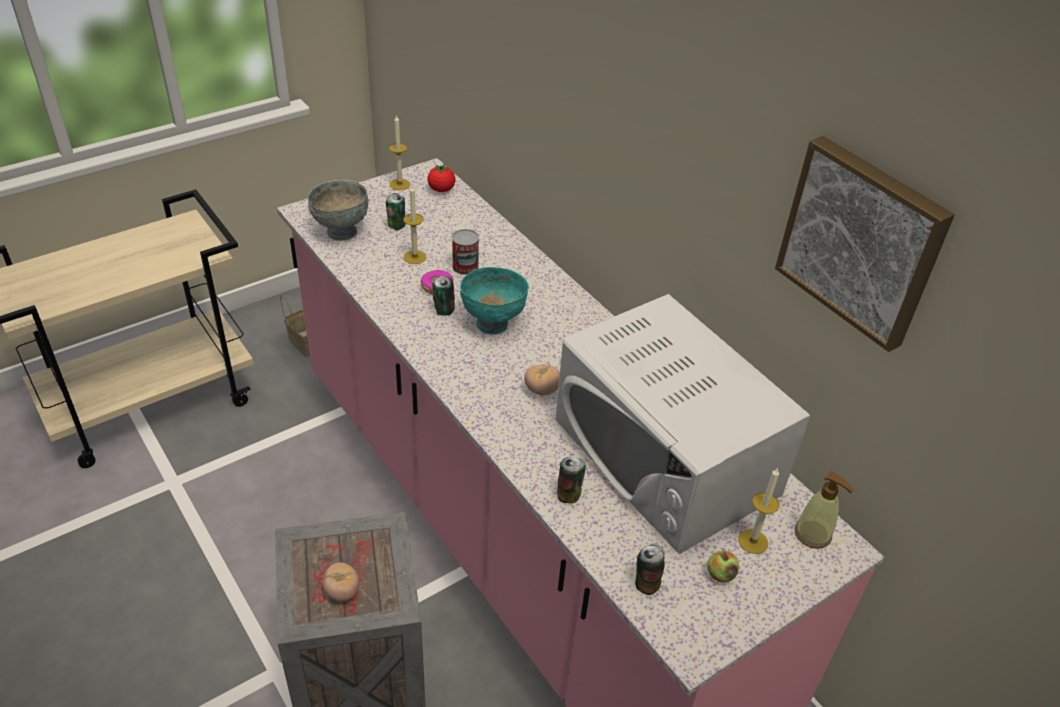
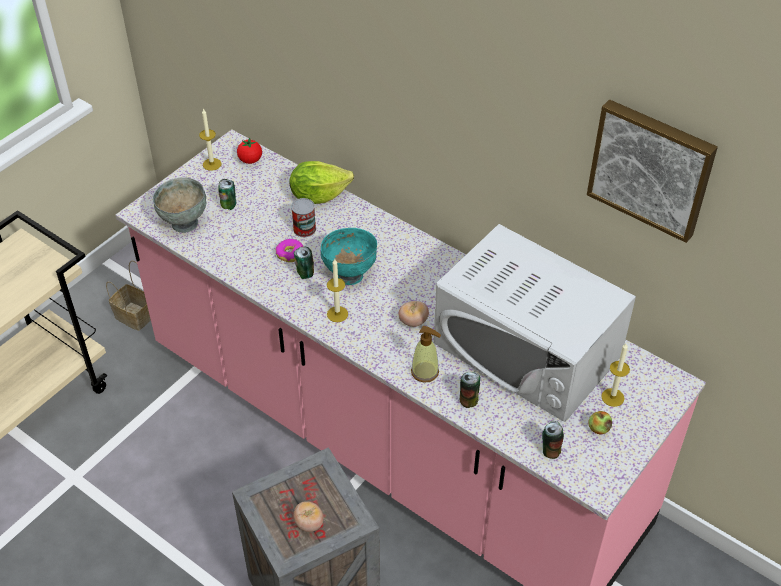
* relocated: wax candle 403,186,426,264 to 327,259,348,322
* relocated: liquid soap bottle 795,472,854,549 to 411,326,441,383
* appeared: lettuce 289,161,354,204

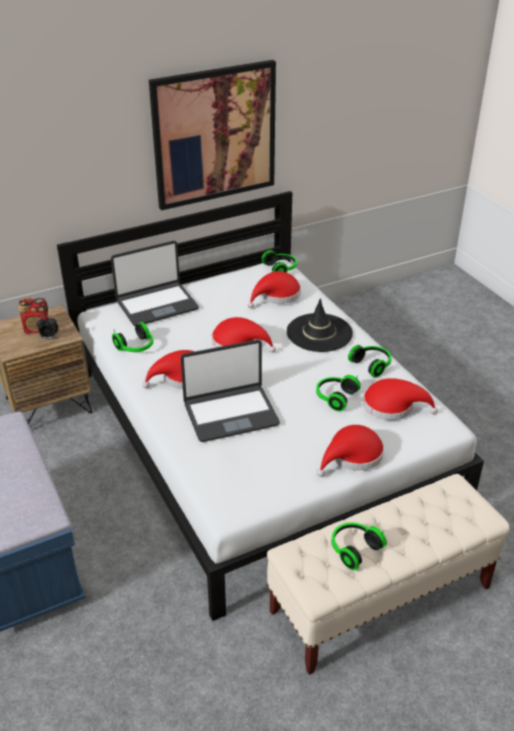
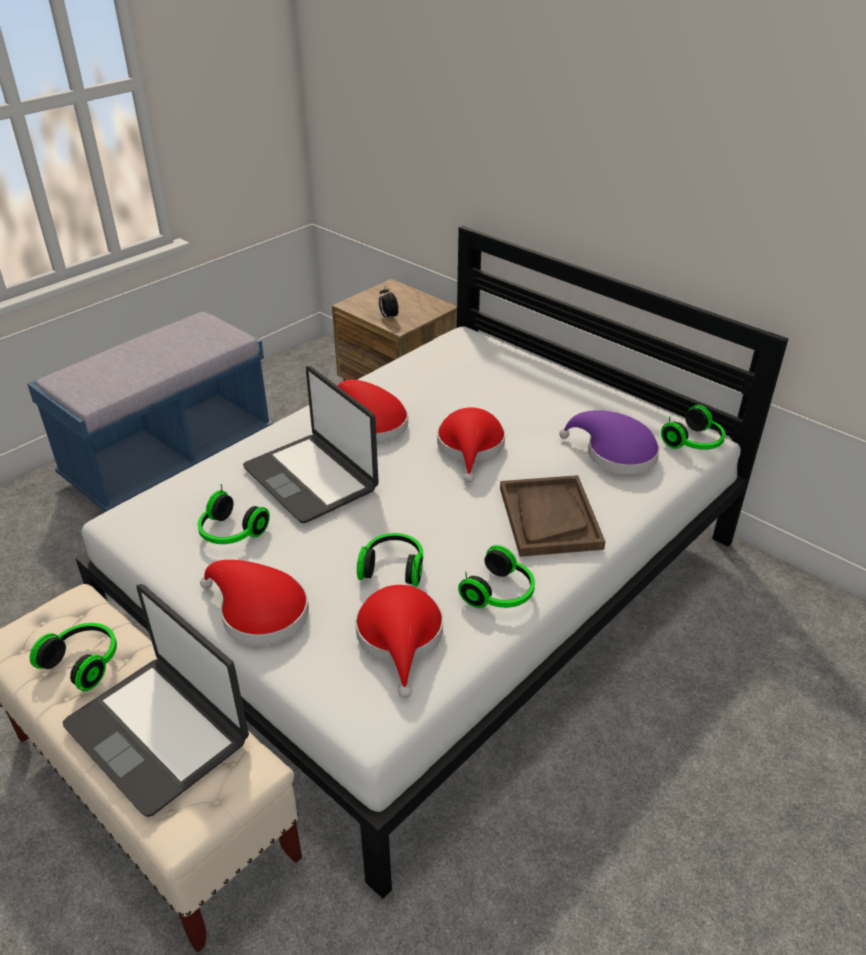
* missing: radio set 18,297,49,334
* relocated: laptop 111,241,199,326 to 63,584,249,817
* relocated: pair of headphones 112,322,153,352 to 198,484,270,544
* missing: wall art 149,60,276,210
* colour: wearable hat/red-coloured 248,271,301,308 to wearable hat/purplish 559,410,660,474
* exchanged: wearable hat/blackish 287,298,353,352 to carrying tray/brownish 500,475,606,557

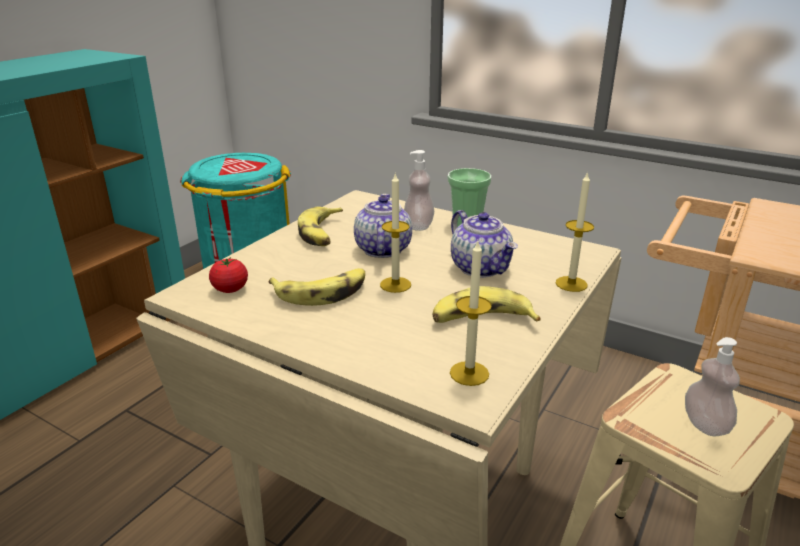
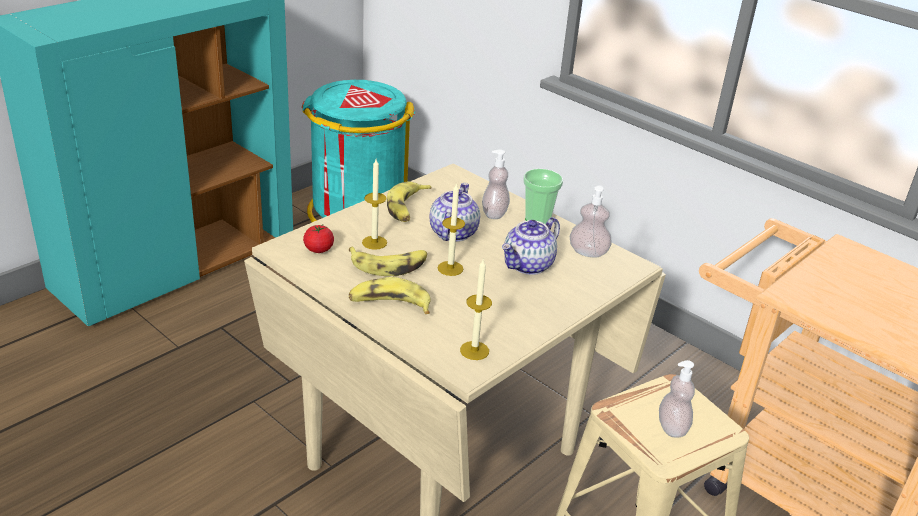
* relocated: banana 433,286,541,323 to 349,277,431,314
* spun: tea pot 451,210,518,278 = 502,217,560,275 60 degrees clockwise
* relocated: wax candle 556,172,594,292 to 362,159,387,250
* appeared: liquid soap bottle 570,185,612,258

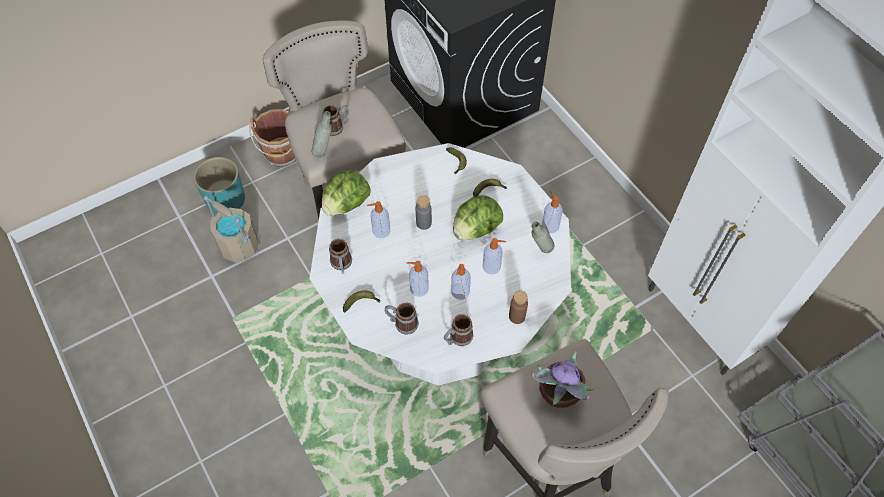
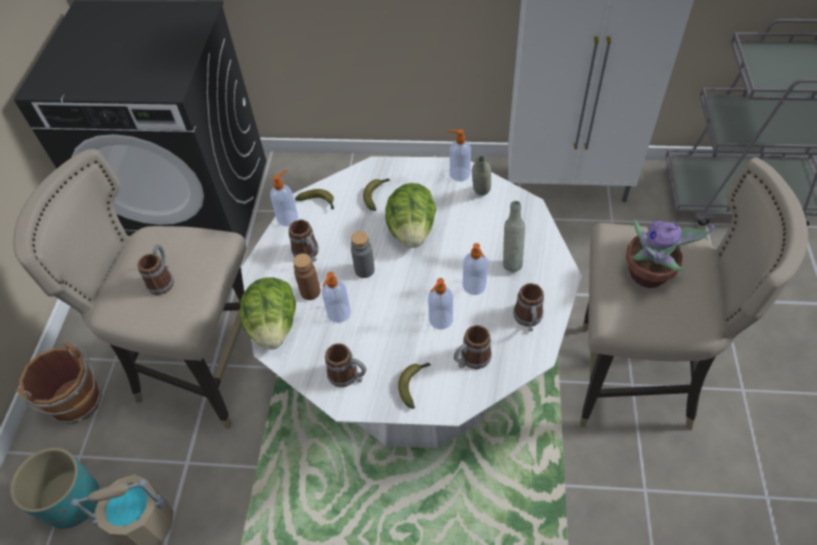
* relocated: bottle/grey 312,111,332,158 to 503,201,525,271
* relocated: liquid soap bottle 483,238,506,275 to 270,170,298,226
* relocated: bottle/brownish 509,291,528,324 to 293,253,321,300
* appeared: tea mug 288,220,318,262

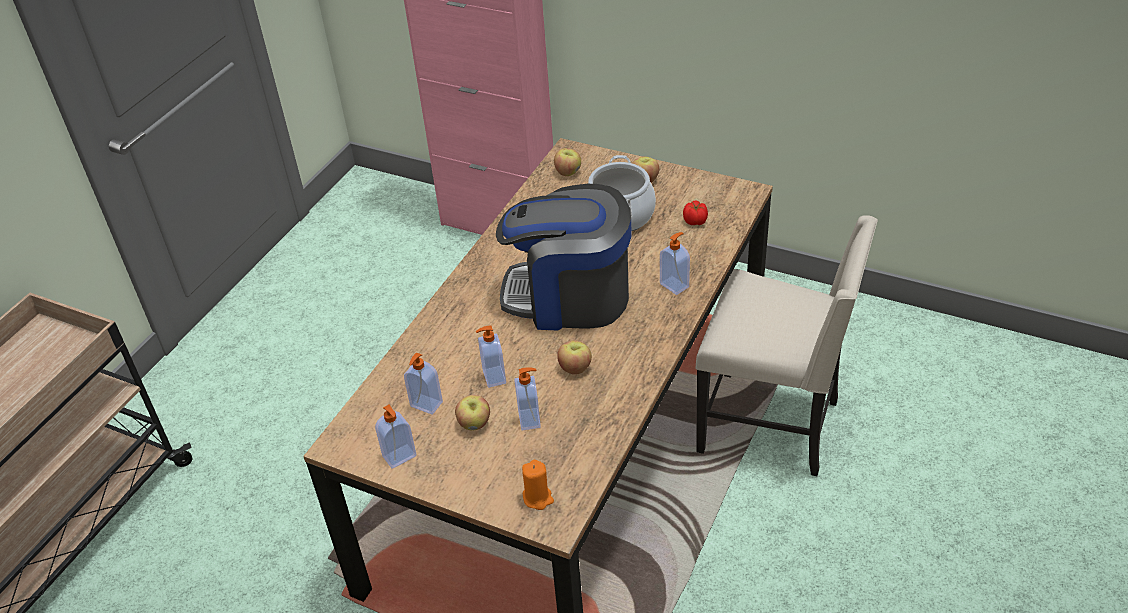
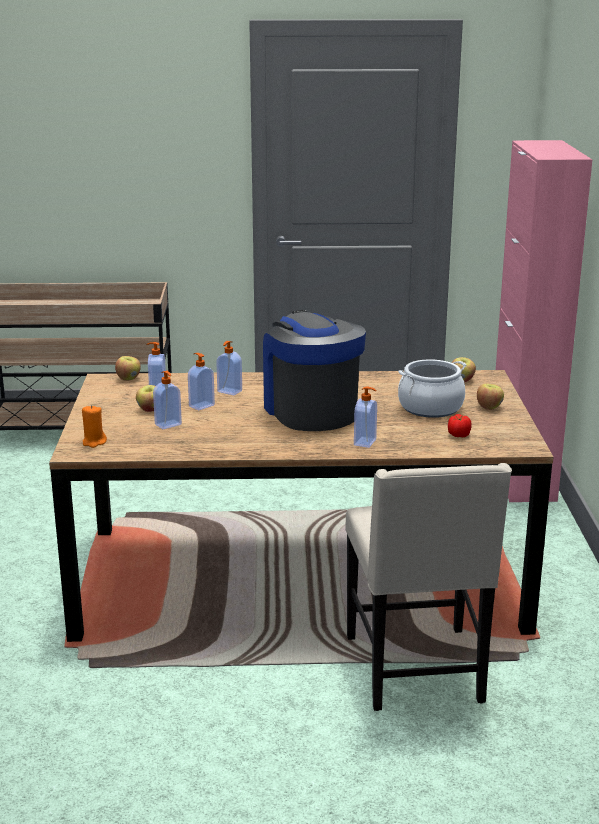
* relocated: liquid soap bottle 375,404,416,469 to 216,341,242,395
* relocated: apple fruit 557,341,592,375 to 115,356,141,381

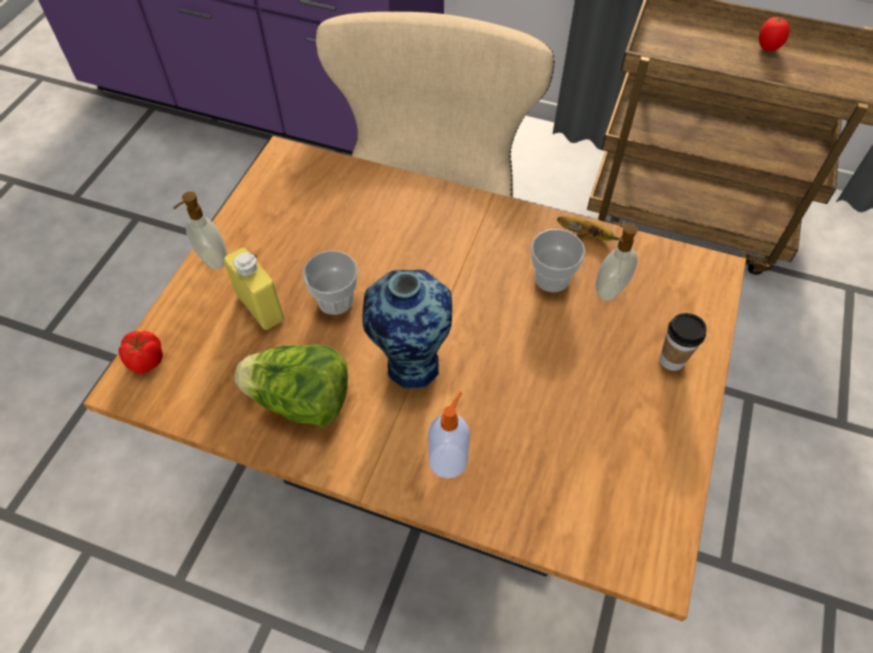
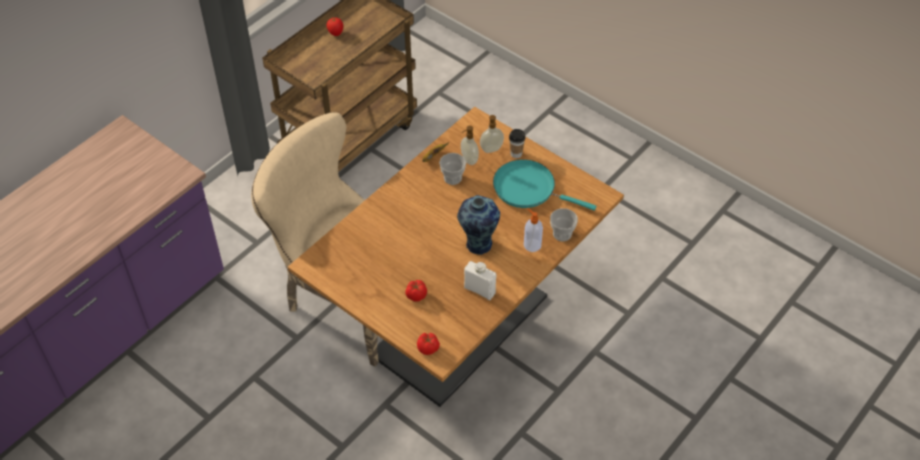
* relocated: liquid soap bottle 174,191,227,269 to 480,115,504,153
* exchanged: bottle/yellowish 224,247,284,330 to whole tomato 405,280,427,302
* exchanged: lettuce 235,344,348,427 to bottle/white 464,261,496,300
* relocated: cup 302,250,358,315 to 550,208,578,241
* appeared: skillet/blue-green 493,160,596,211

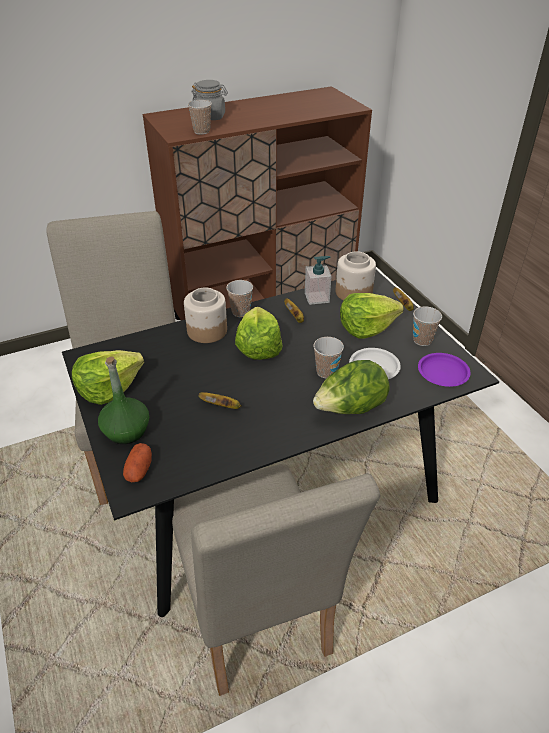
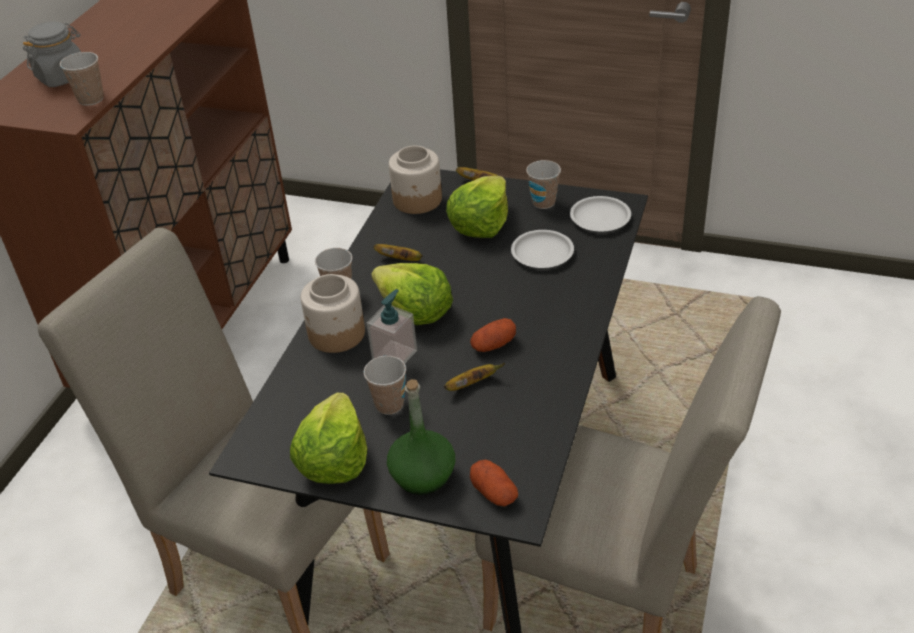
* relocated: liquid soap bottle 305,256,331,305 to 367,289,417,363
* relocated: cup 313,337,344,378 to 364,356,406,415
* missing: lettuce 313,360,389,414
* colour: flat dish/purplish 418,353,471,387 to flat dish/white 570,196,631,232
* appeared: spud 470,318,516,352

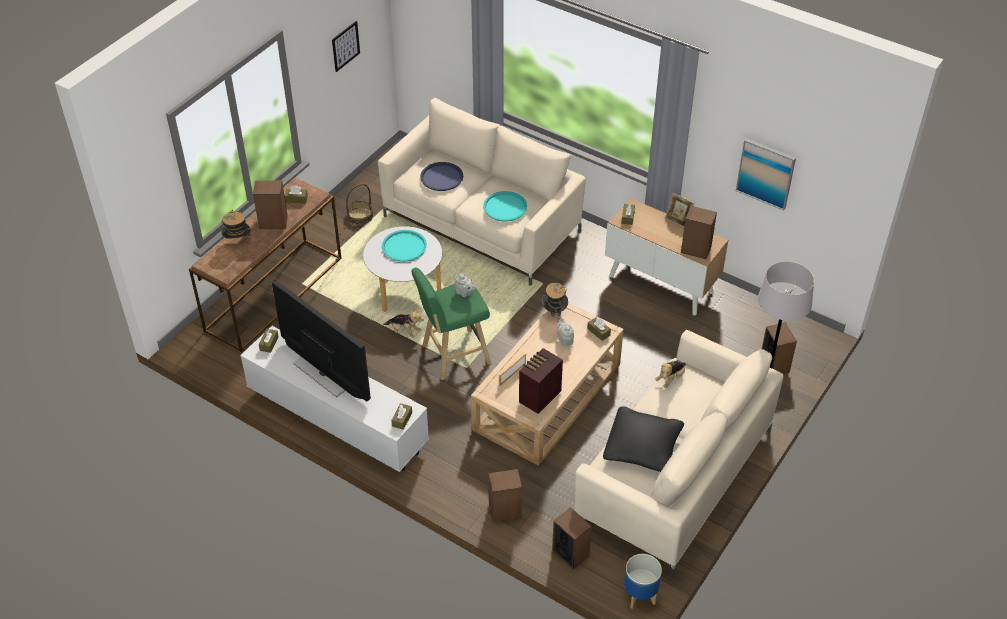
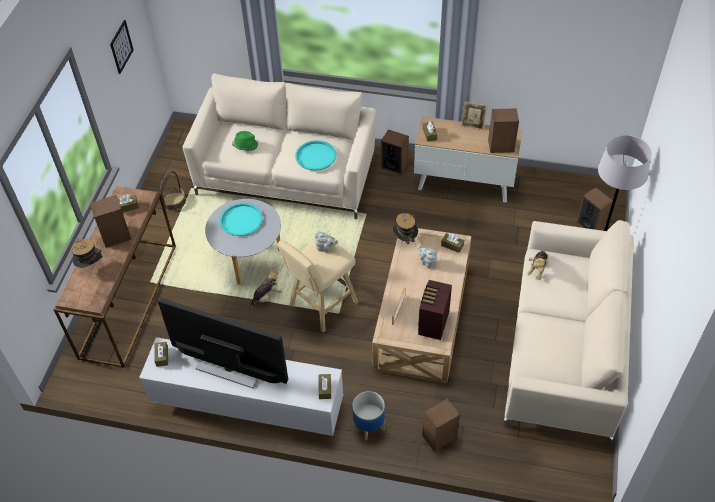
* spun: soft toy 383,308,424,338 = 249,268,282,310 45 degrees counterclockwise
* colour: sitting stool/greenish 412,267,491,380 to sitting stool/beige-coloured 278,239,358,332
* exchanged: carrying tray/blue-coloured 420,162,463,191 to wearable hat/greenish 232,131,258,151
* relocated: loudspeaker 552,507,592,569 to 381,130,409,175
* missing: throw pillow/blackish 603,406,684,472
* relocated: plant pot 624,554,662,609 to 352,391,385,441
* missing: wall art 736,138,796,211

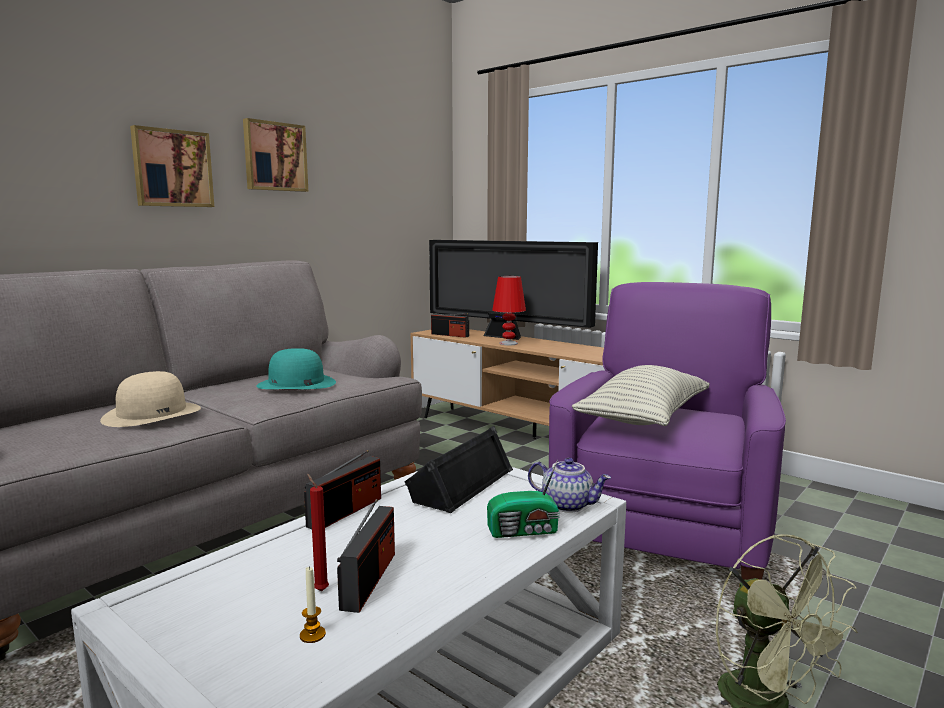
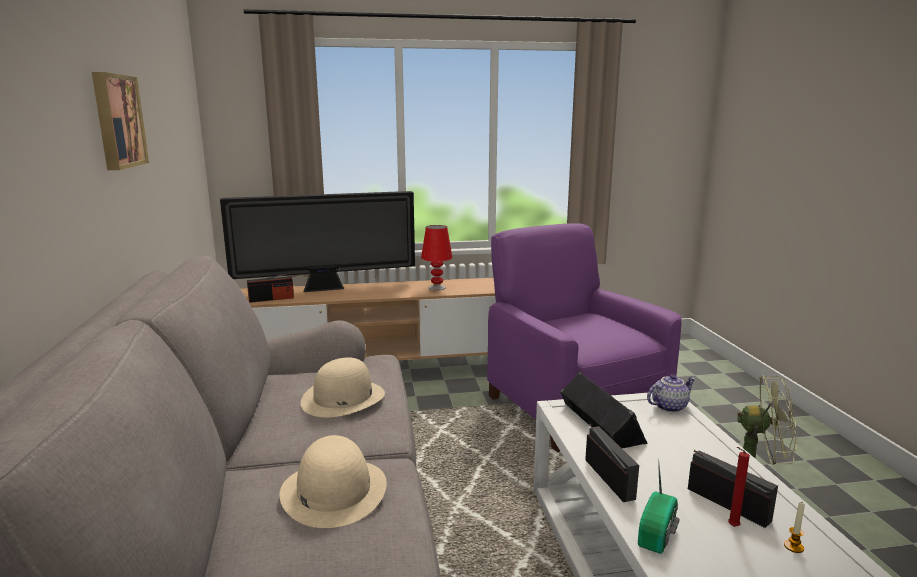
* missing: wall art 130,125,214,207
* colour: wearable hat/blue-green 256,348,336,389 to wearable hat/beige-coloured 300,357,385,417
* relocated: radio set 487,460,560,538 to 638,459,680,554
* relocated: tabletop lamp/red-coloured 492,276,526,345 to 421,225,453,291
* missing: throw pillow 572,365,710,426

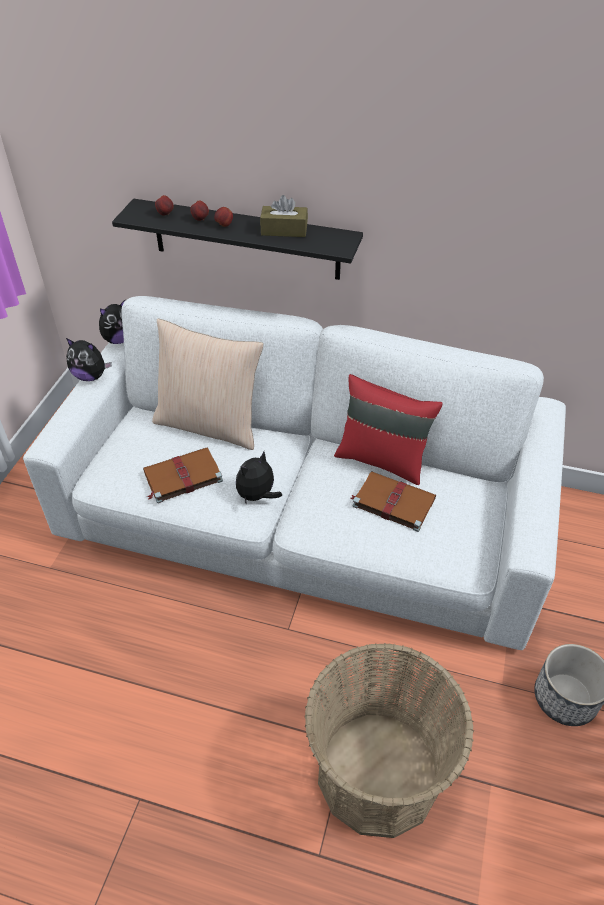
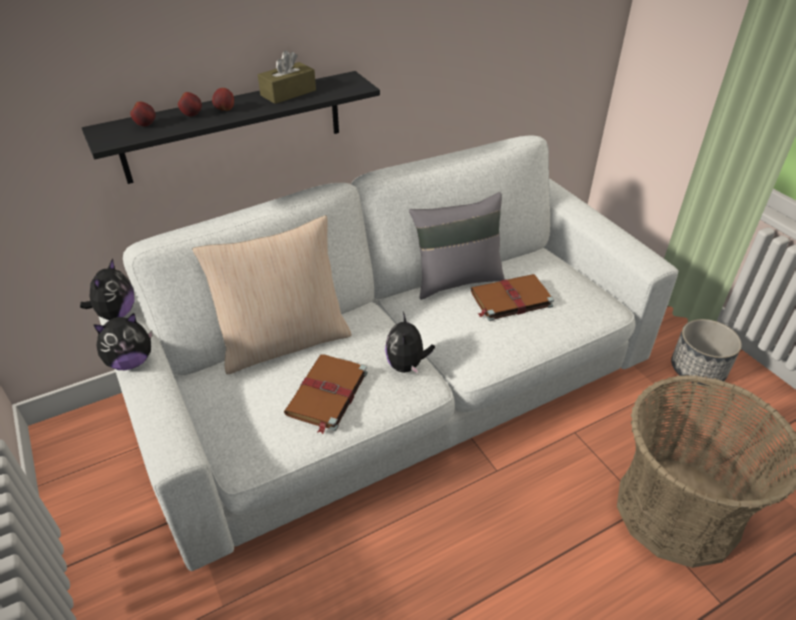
* colour: throw pillow/red-coloured 334,374,443,485 to throw pillow/grey 409,192,505,300

